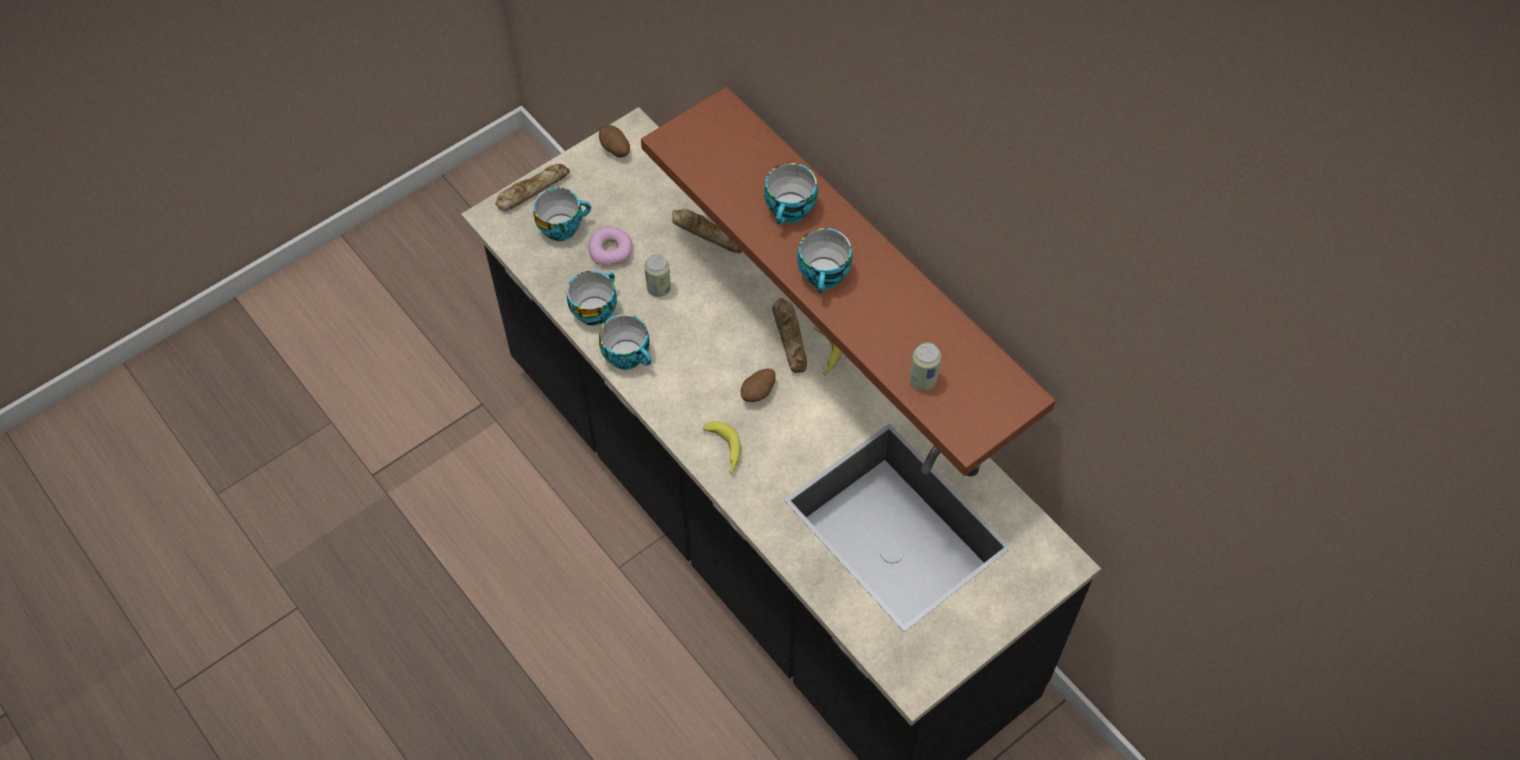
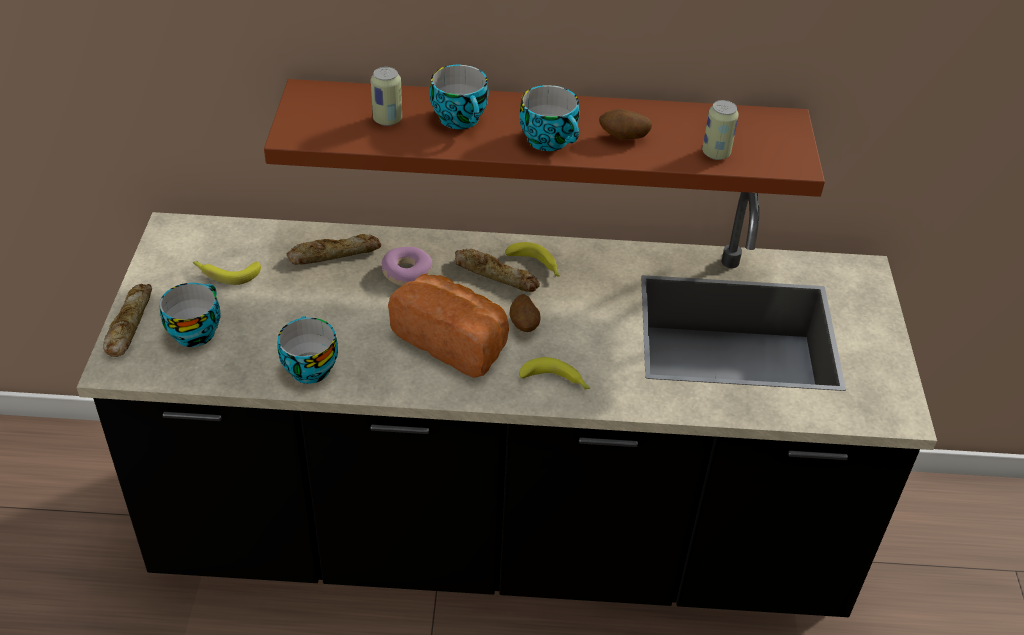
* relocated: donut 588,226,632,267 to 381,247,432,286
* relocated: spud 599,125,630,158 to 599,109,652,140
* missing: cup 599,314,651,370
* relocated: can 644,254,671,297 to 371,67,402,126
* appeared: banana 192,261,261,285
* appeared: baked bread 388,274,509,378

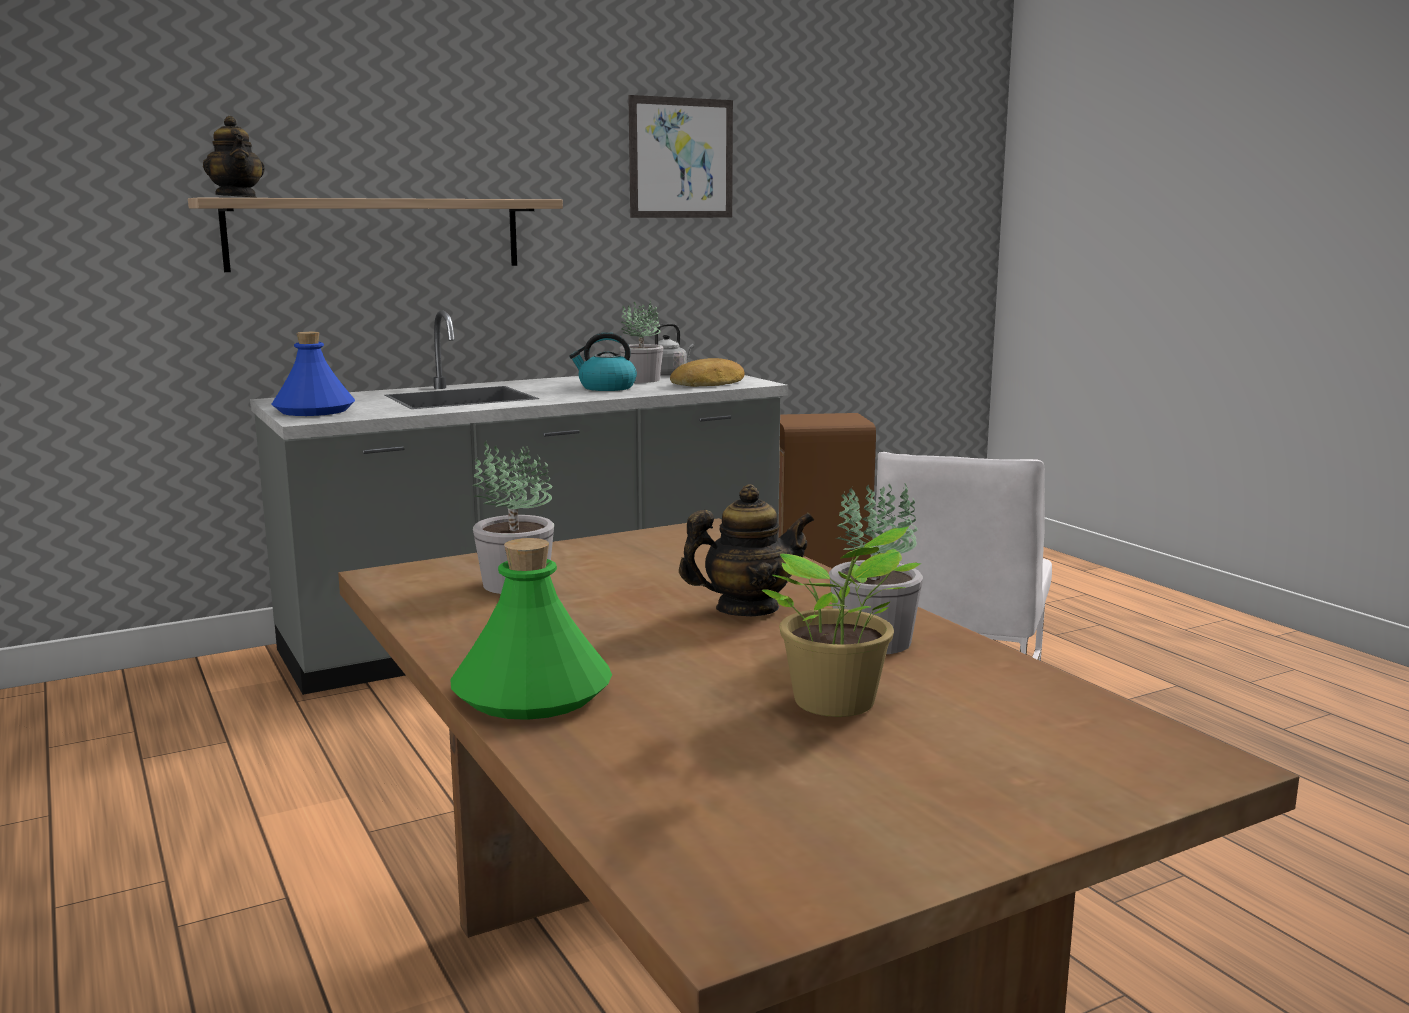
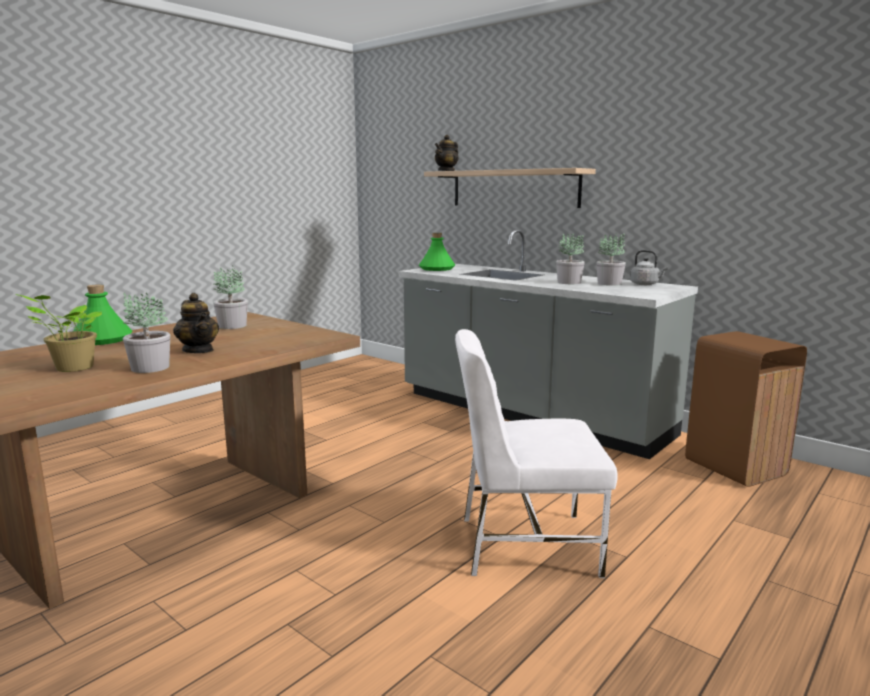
* colour: bottle/blue-coloured 271,332,355,416 to bottle/greenish 419,232,455,271
* exchanged: water kettle 569,332,637,391 to potted plant 556,232,585,284
* missing: wall art 628,95,733,218
* missing: baked bread 670,358,744,387

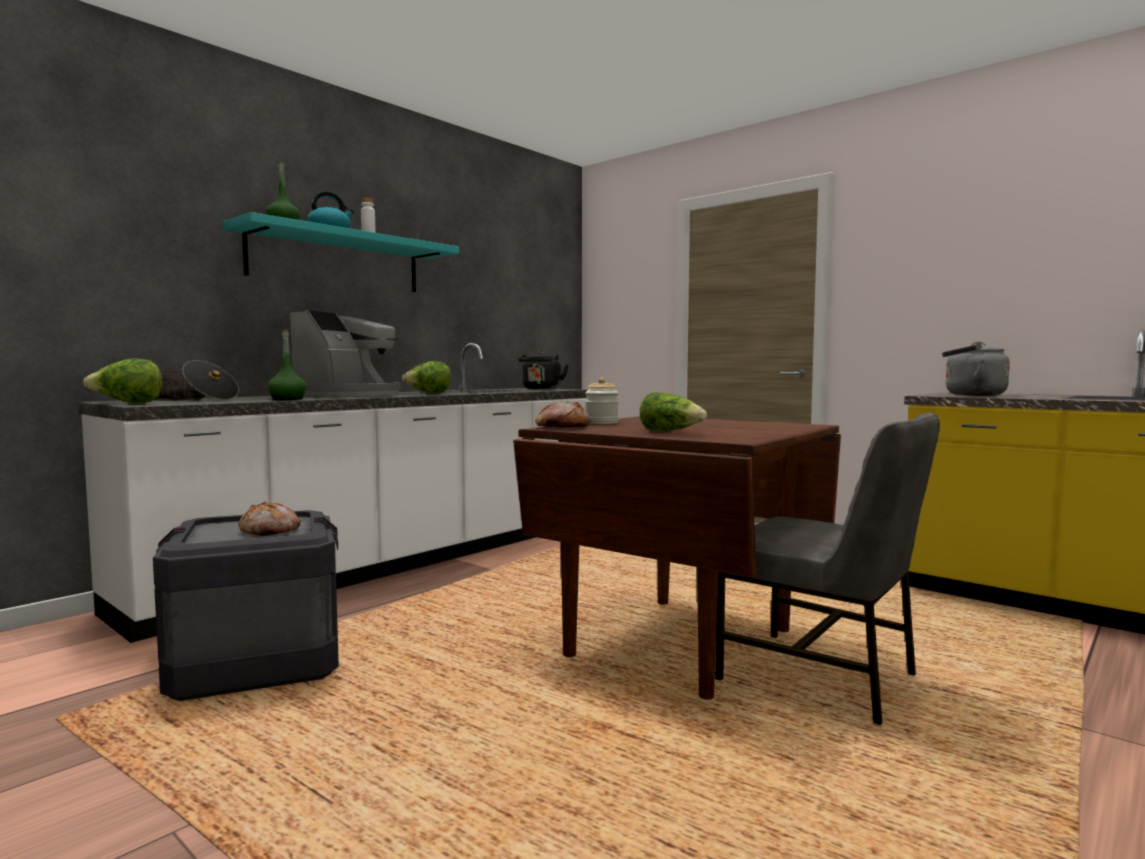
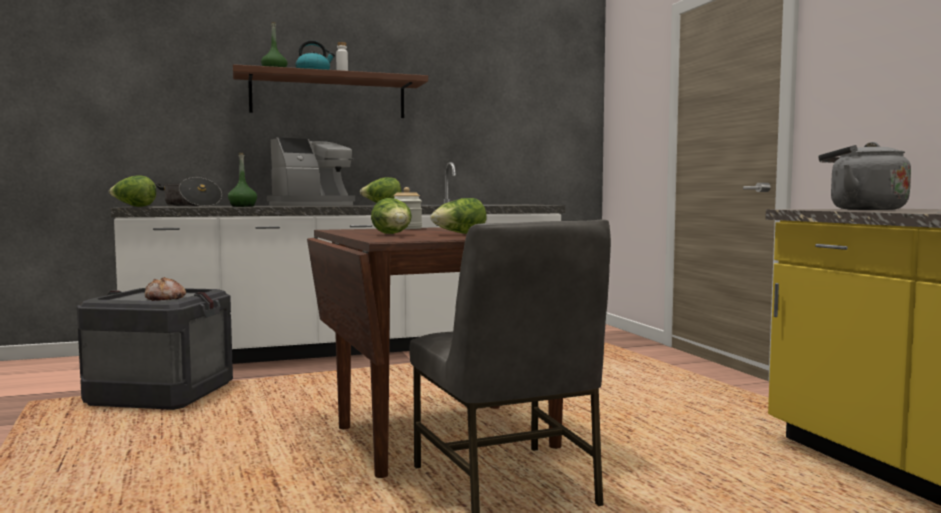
* colour: bracket shelf/blue-green 222,212,459,292 to bracket shelf/brownish 233,64,428,118
* missing: water kettle/blackish 518,351,569,390
* missing: baked bread 535,400,591,427
* appeared: lettuce 430,198,487,234

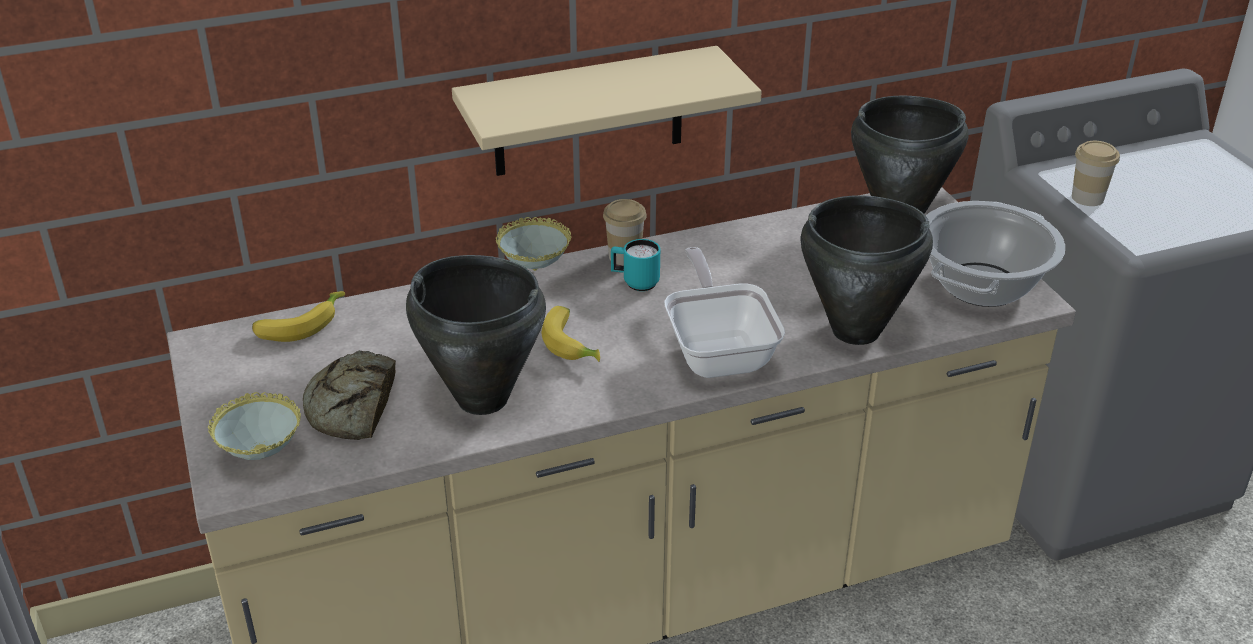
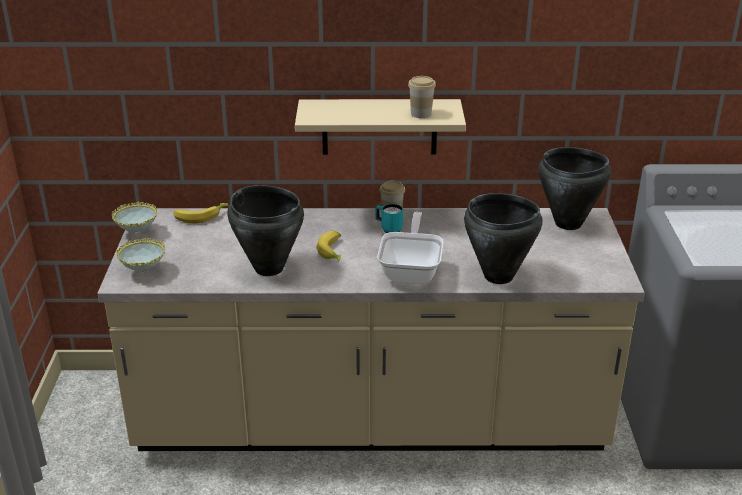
* missing: baked bread 303,351,396,440
* relocated: bowl 496,217,571,271 to 112,202,157,234
* missing: saucepot 926,201,1065,307
* relocated: cup 1072,141,1120,206 to 408,76,436,118

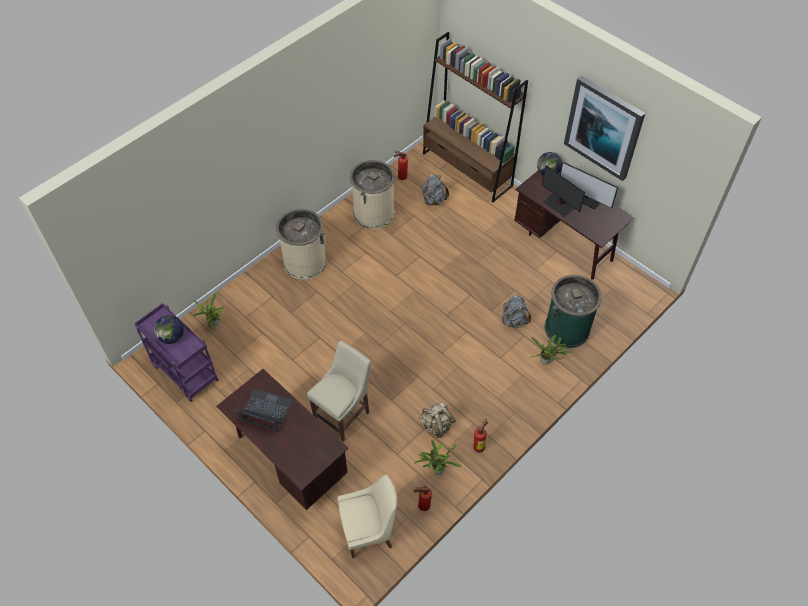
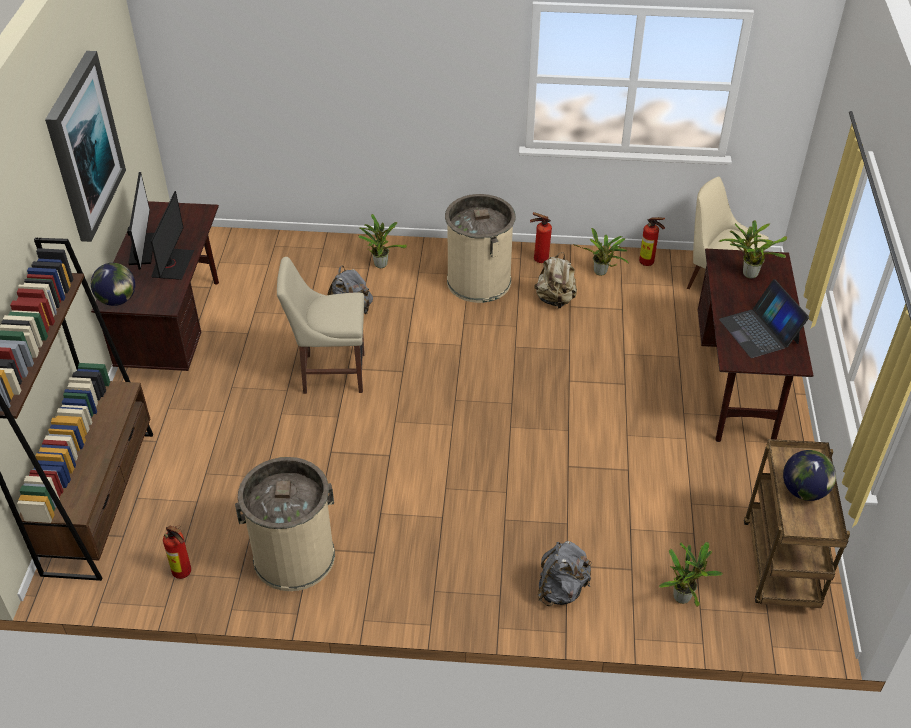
* colour: cart/purplish 134,303,218,402 to cart/brownish 744,439,850,608
* relocated: trash can/beige-coloured 276,209,327,280 to 445,194,516,303
* relocated: upright chair/beige-coloured 307,341,371,441 to 277,257,365,394
* relocated: rucksack/grey 422,174,449,205 to 537,541,592,606
* missing: trash can/greenish 545,275,602,348
* appeared: potted plant 719,220,787,279

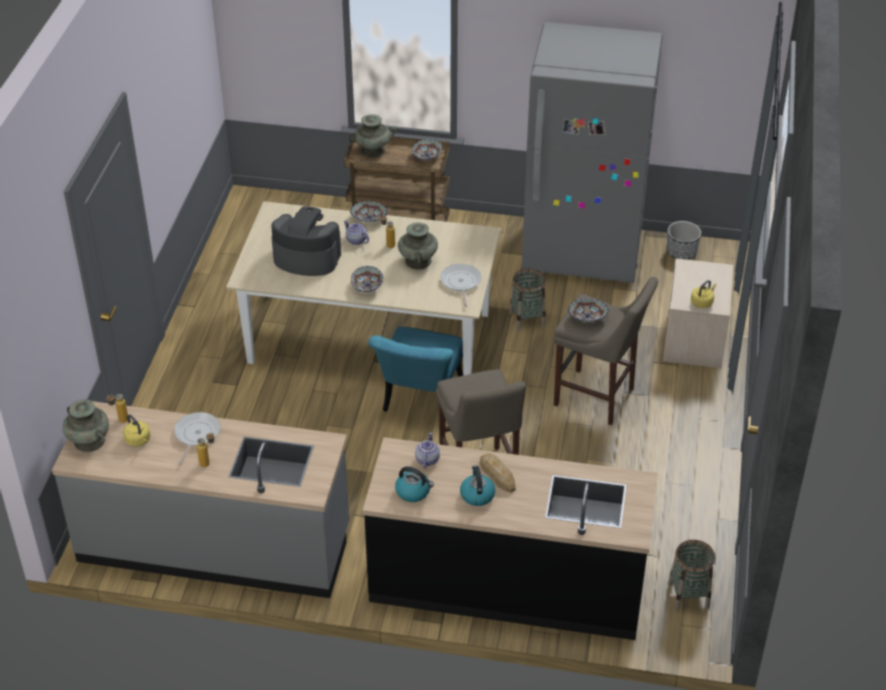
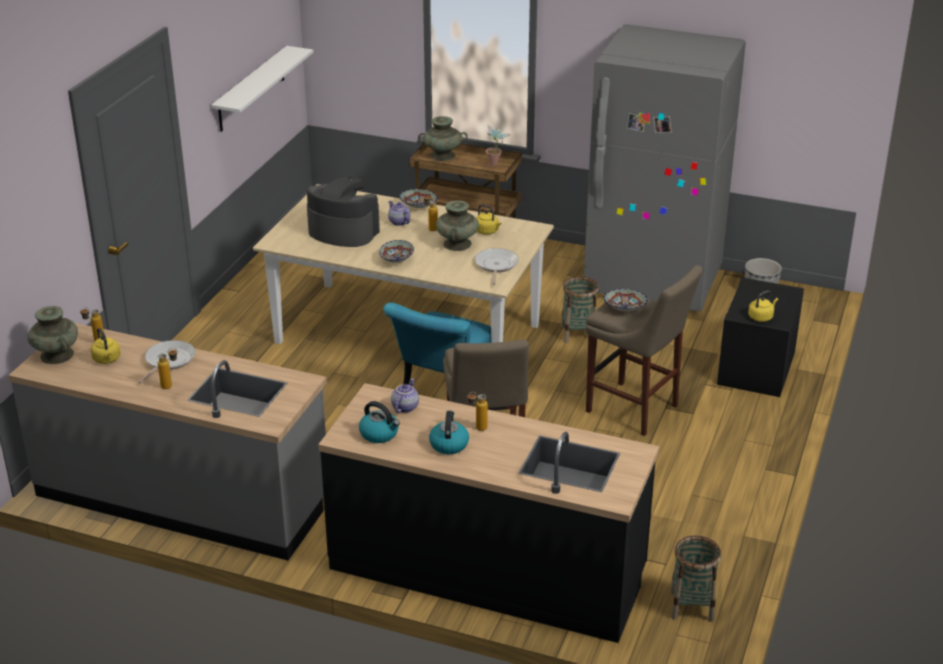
* exchanged: bowl 412,139,442,161 to potted plant 486,125,511,166
* exchanged: baked bread 480,453,516,493 to bottle 467,392,488,431
* colour: nightstand/beige-coloured 663,258,733,368 to nightstand/blackish 717,278,804,397
* appeared: bracket shelf/white 211,46,314,132
* appeared: water kettle/yellowish 476,204,502,235

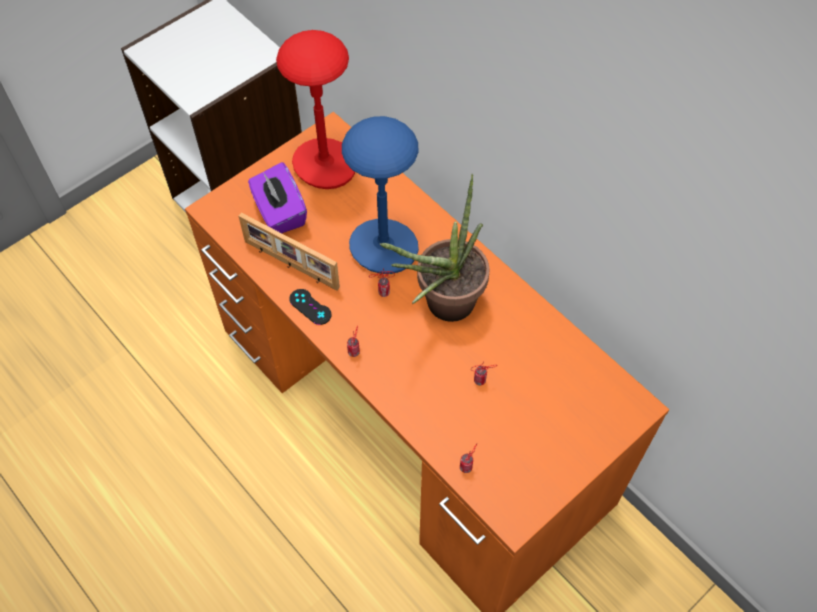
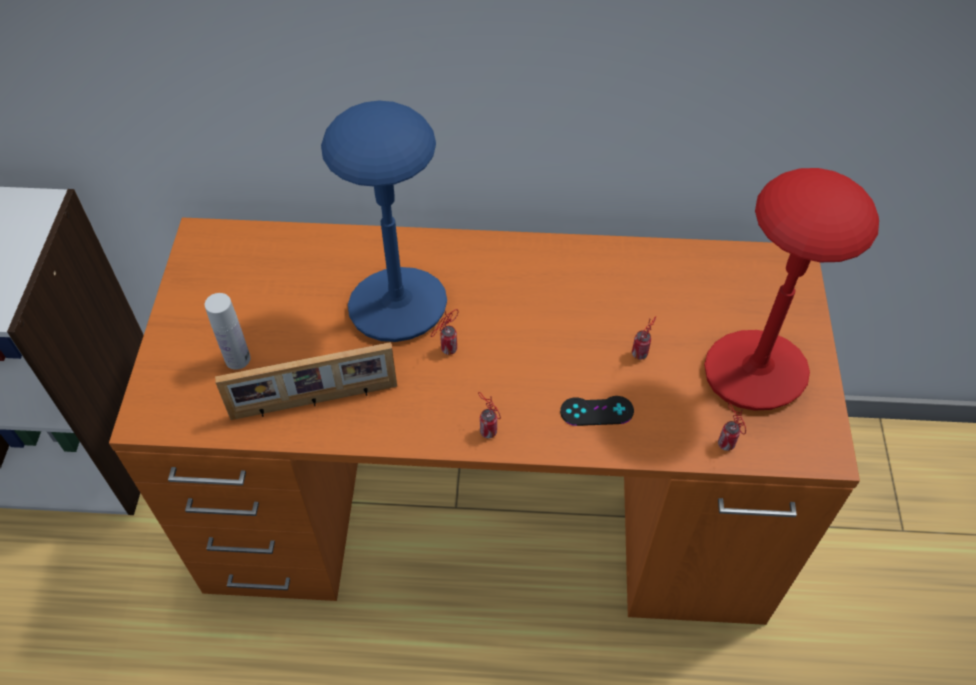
* exchanged: box of tissues/purplish 248,162,307,233 to bottle/white 205,293,250,370
* relocated: tabletop lamp/red-coloured 276,30,355,189 to 704,168,879,411
* relocated: game controller/blackish 289,289,332,325 to 560,396,634,426
* missing: potted plant 380,174,490,322

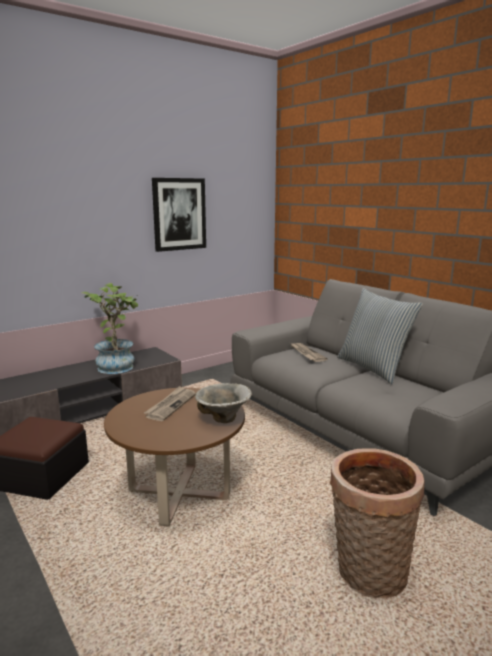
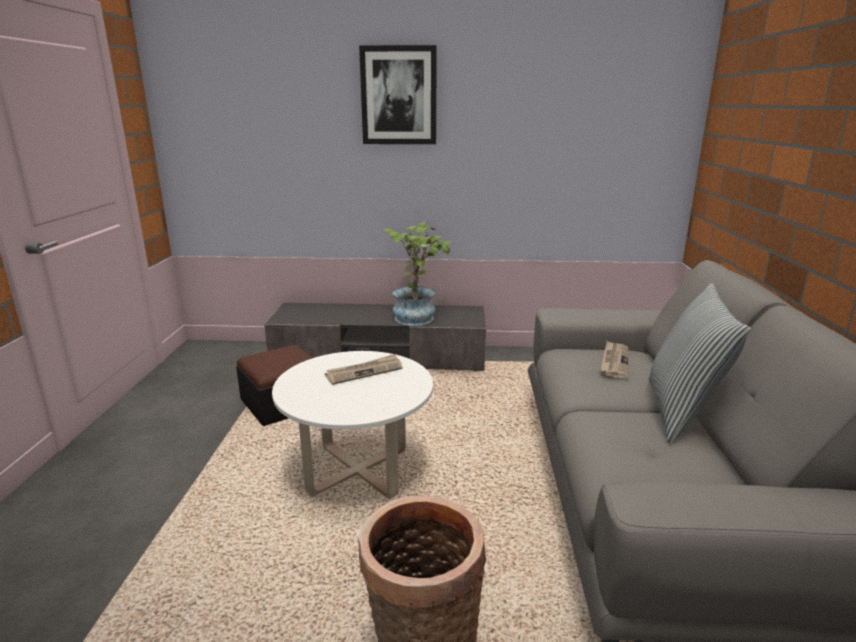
* colour: coffee table/brownish 104,388,245,526 to coffee table/white 272,351,433,499
* relocated: wall art 152,178,206,252 to 359,45,437,144
* missing: bowl 195,383,252,423

